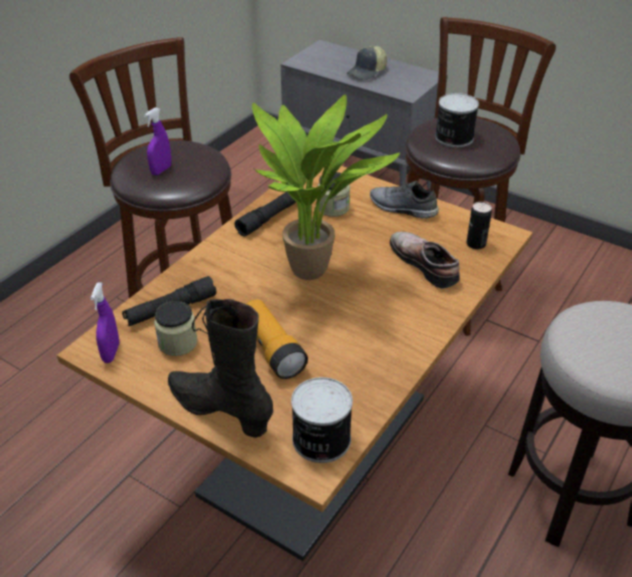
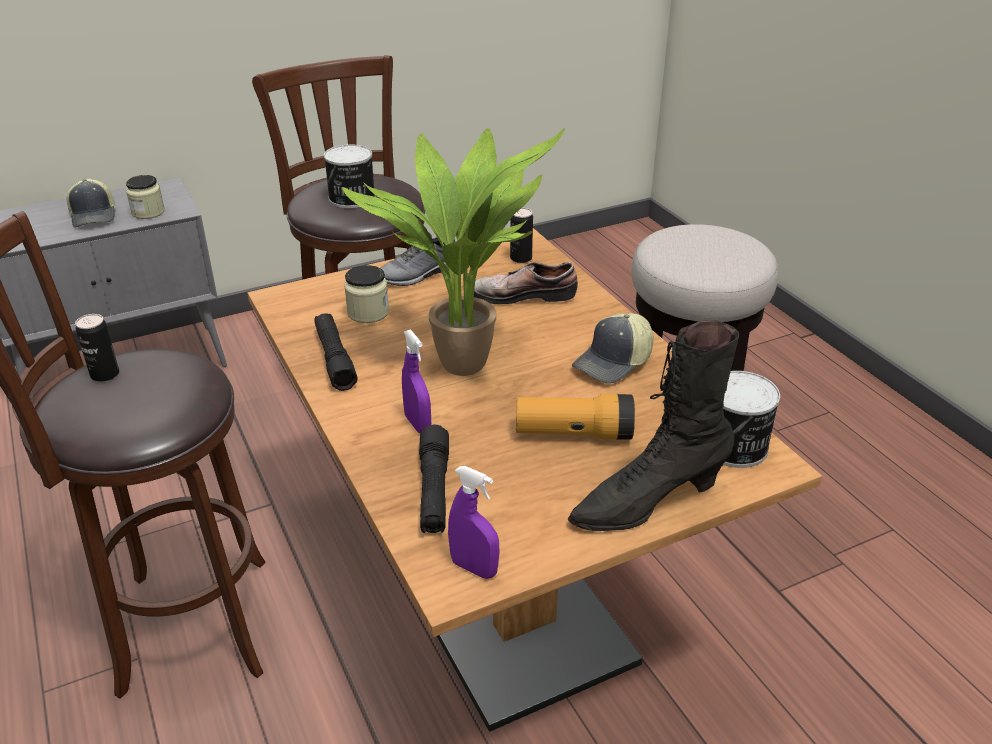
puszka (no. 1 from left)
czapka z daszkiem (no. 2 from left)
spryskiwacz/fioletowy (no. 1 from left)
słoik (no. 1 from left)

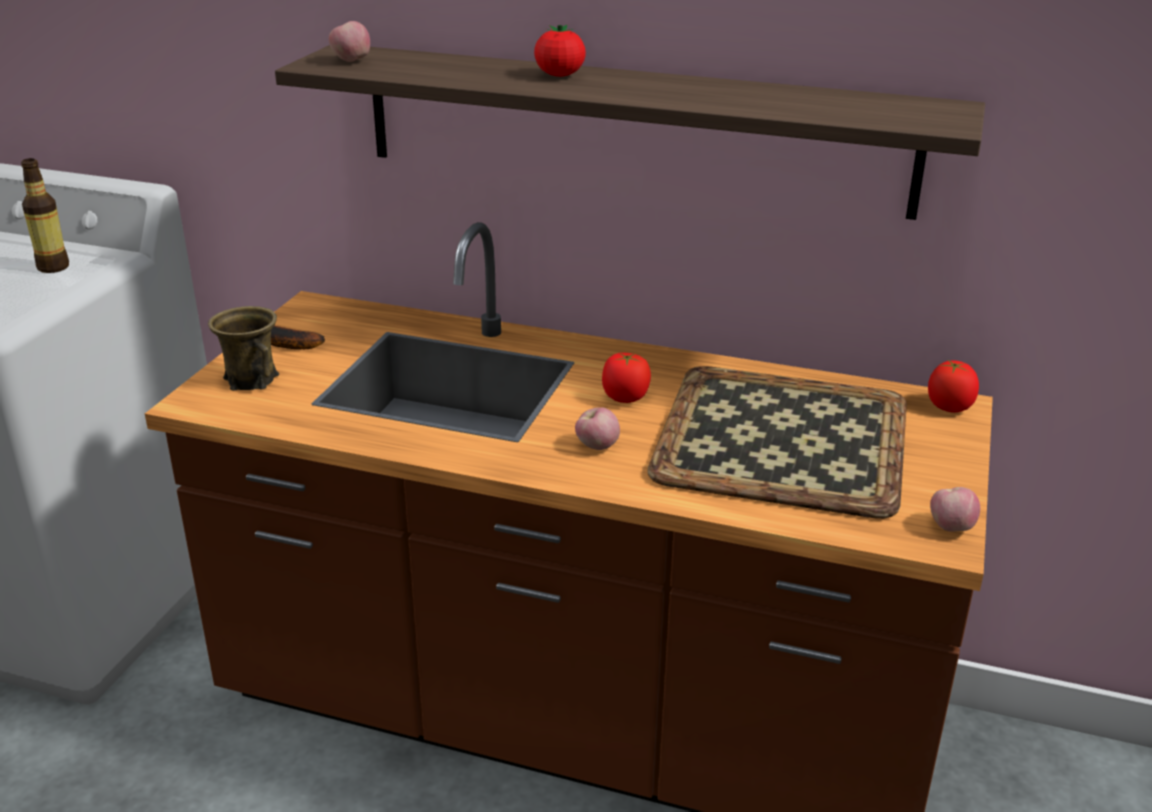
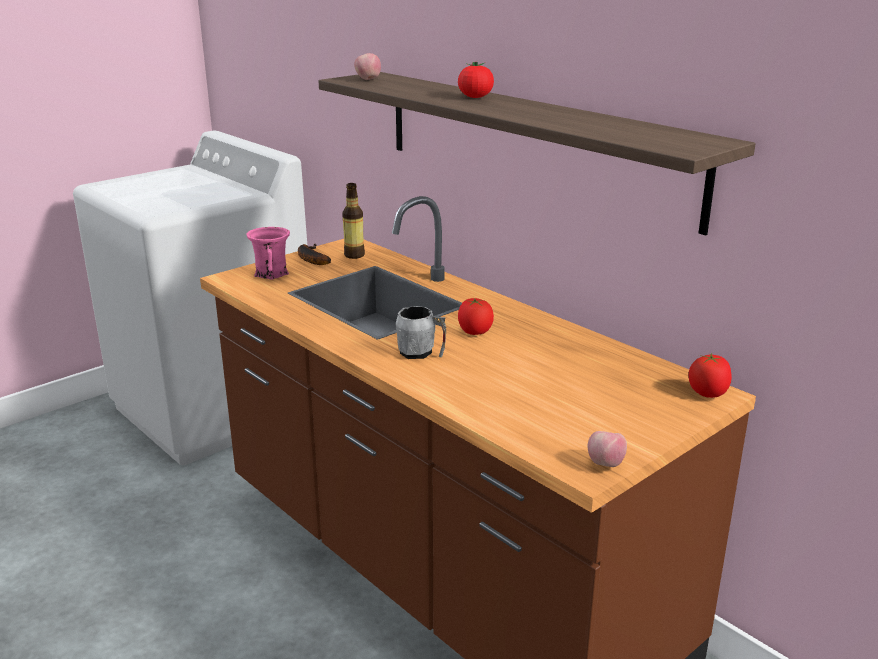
taca
butelka
kubek/szary
kubek/różowy

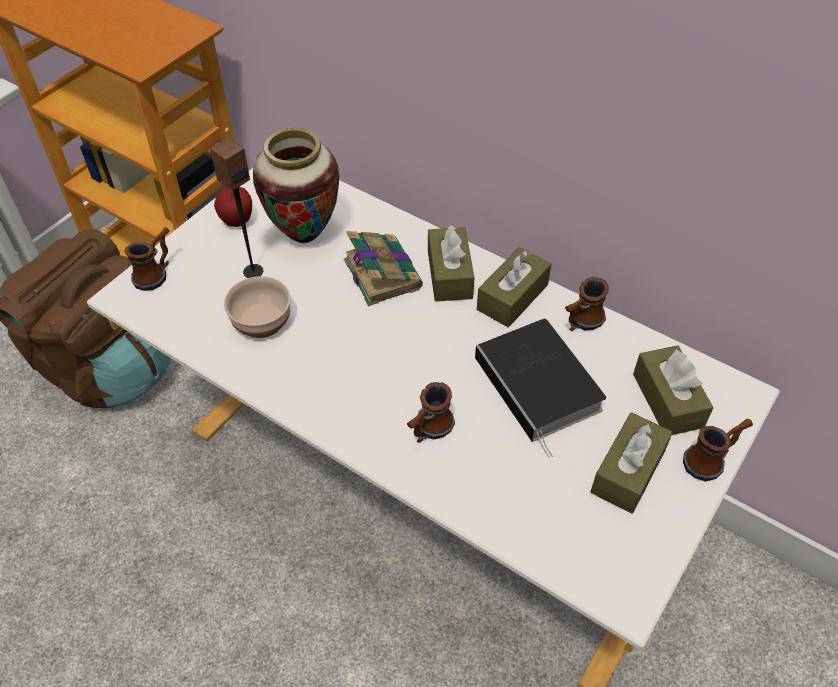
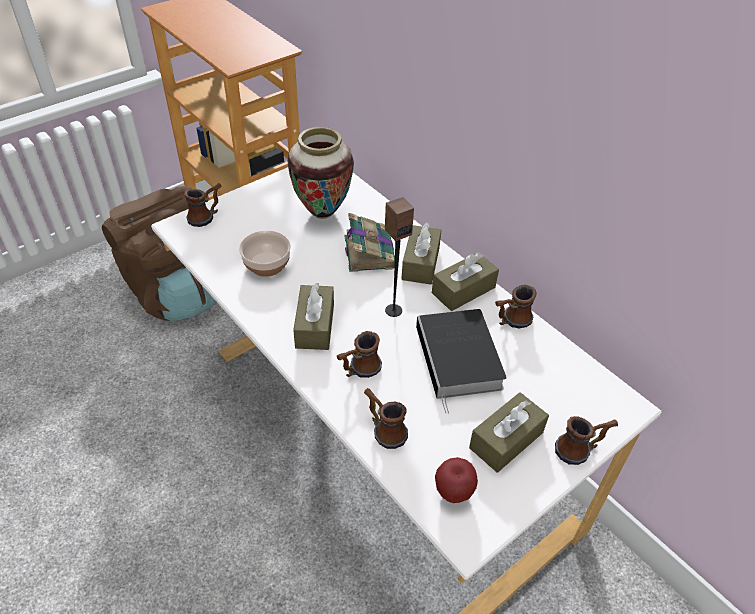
kubek (no. 3 from left)
głośnik
jabłko
pudełko chusteczek/brązowy (no. 1 from left)

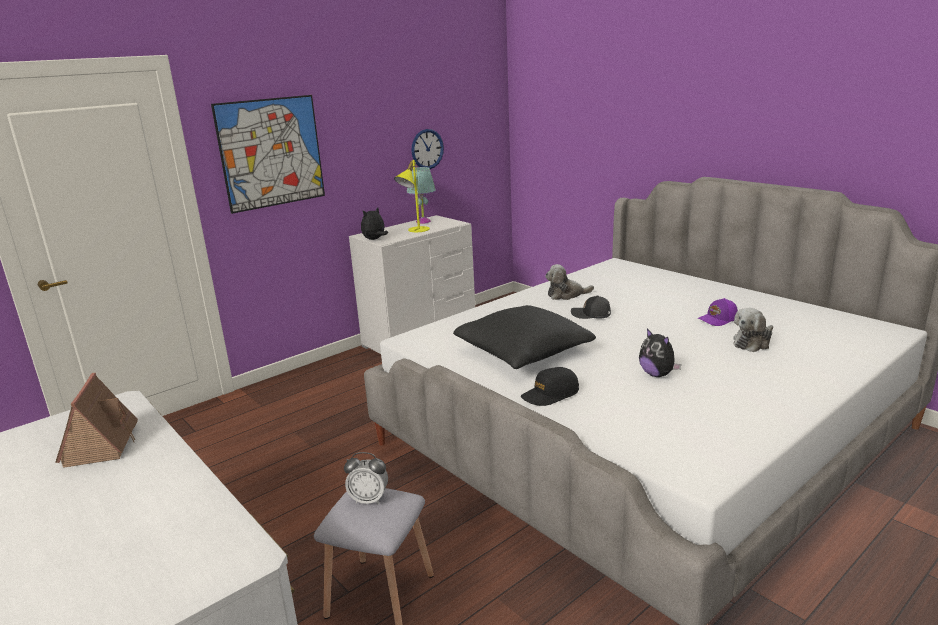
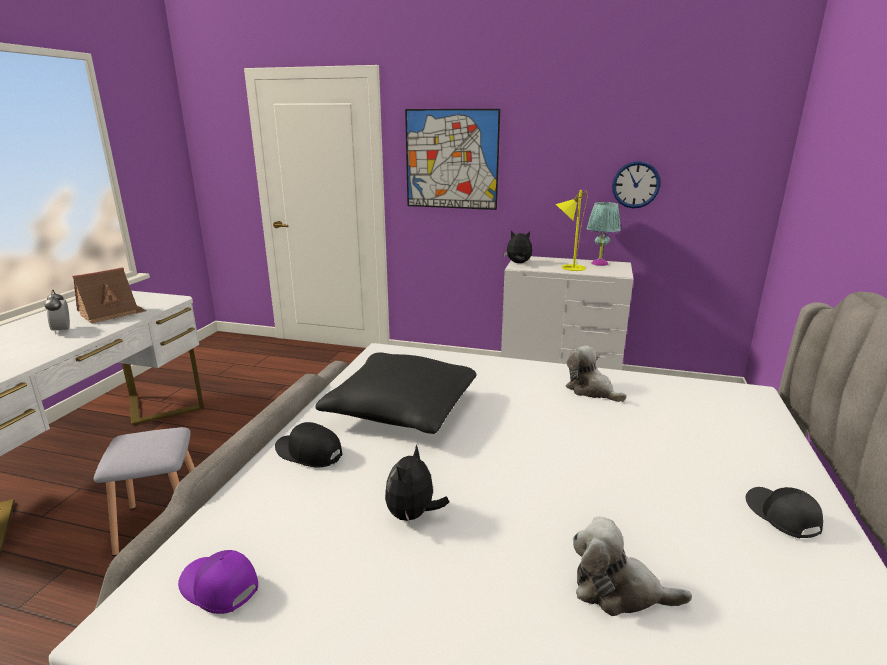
budzik
czapka z daszkiem/czarny (no. 2 from left)
czapka z daszkiem/fioletowy

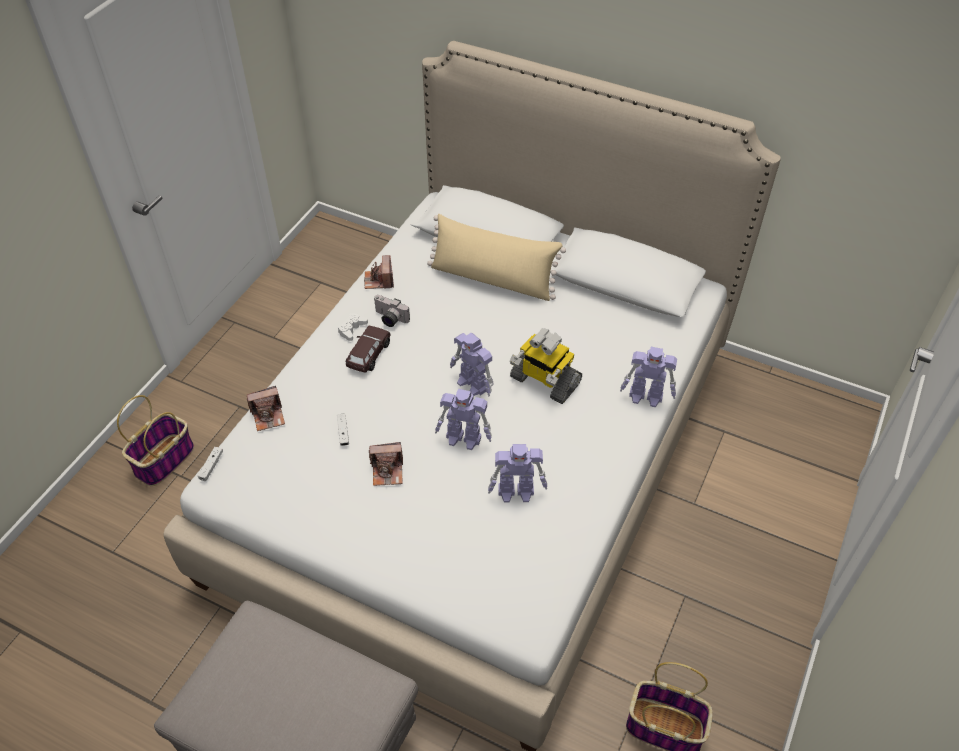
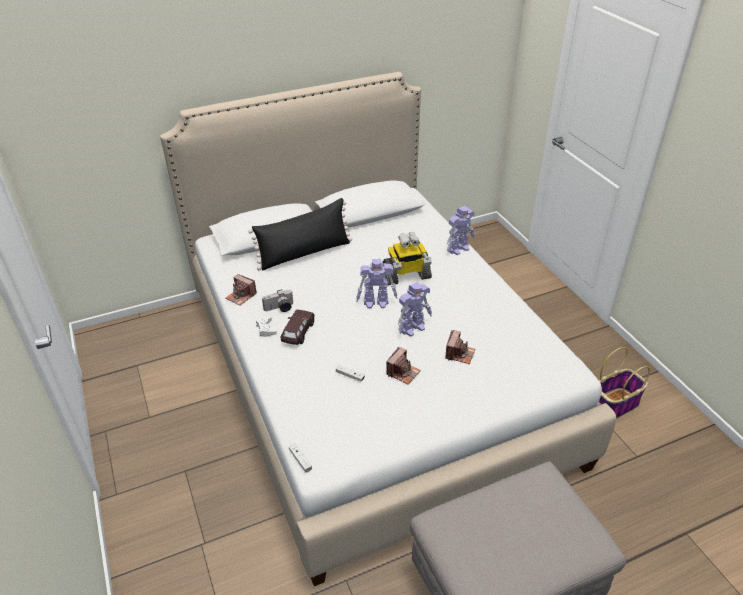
koszyk (no. 1 from left in the first image)
robot zabawkowy (no. 3 from left in the first image)
aparat fotograficzny (no. 4 from left)
poduszka/czarny
samochodzik/brązowy

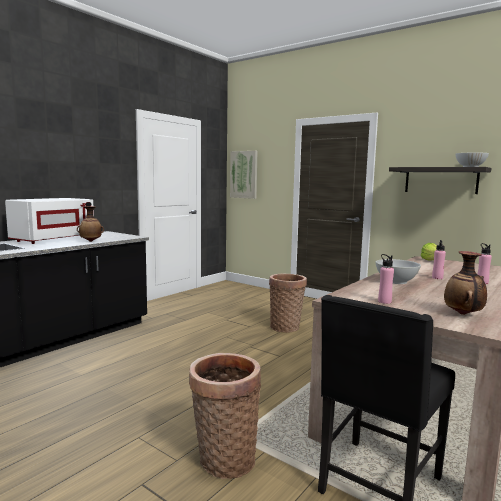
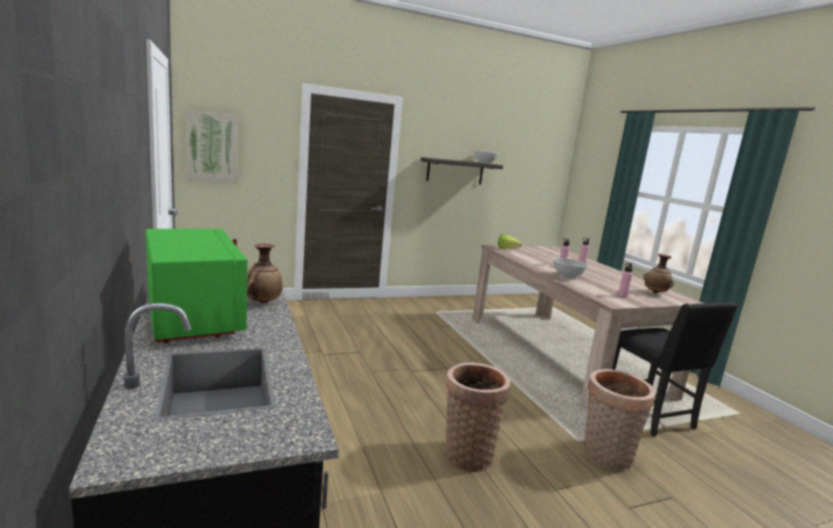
koszyk (no. 1 from left)
mikrofalówka/zielony

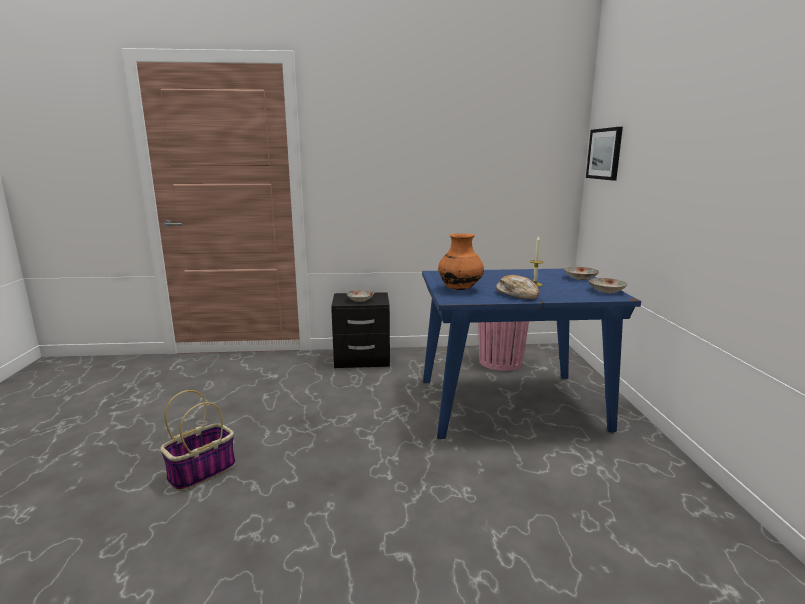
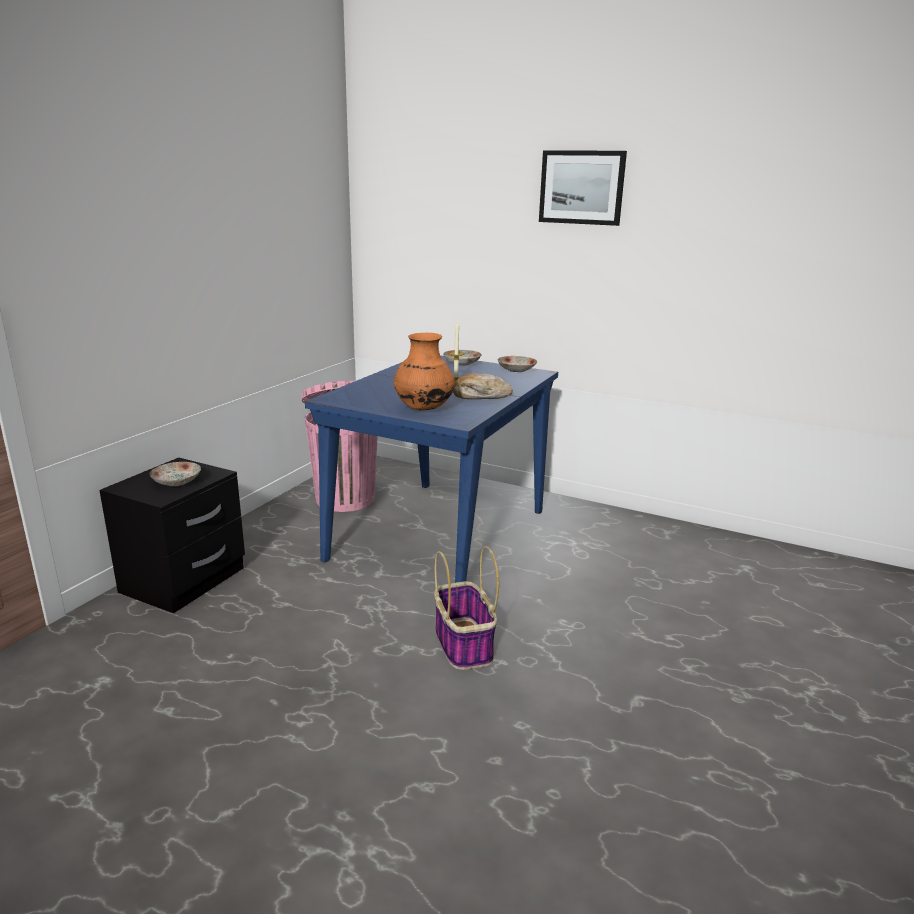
koszyk
obraz

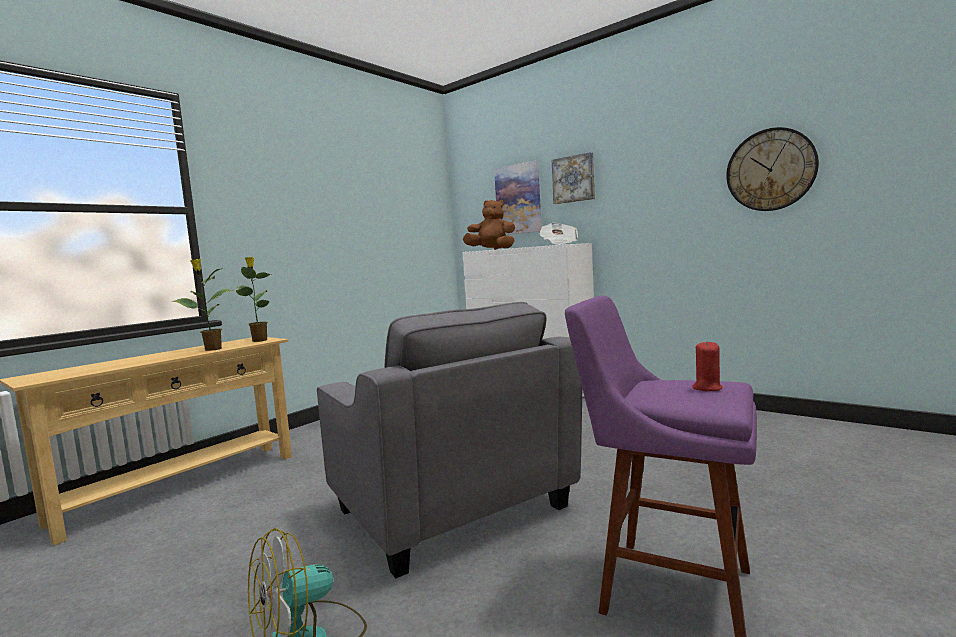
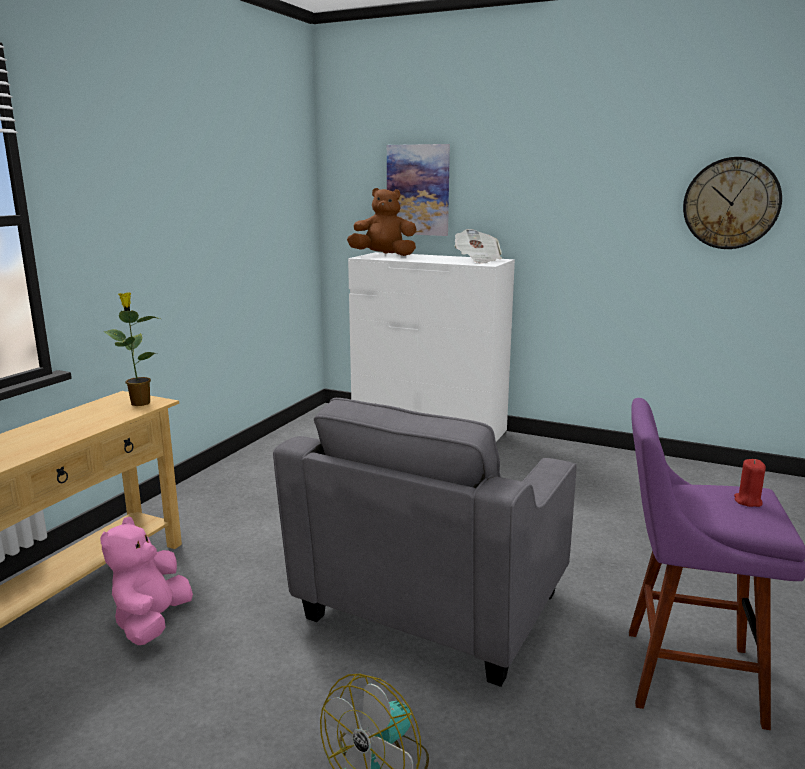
roślina doniczkowa (no. 1 from left in the first image)
obraz (no. 2 from left in the first image)
pluszak/różowy
fotel/szary

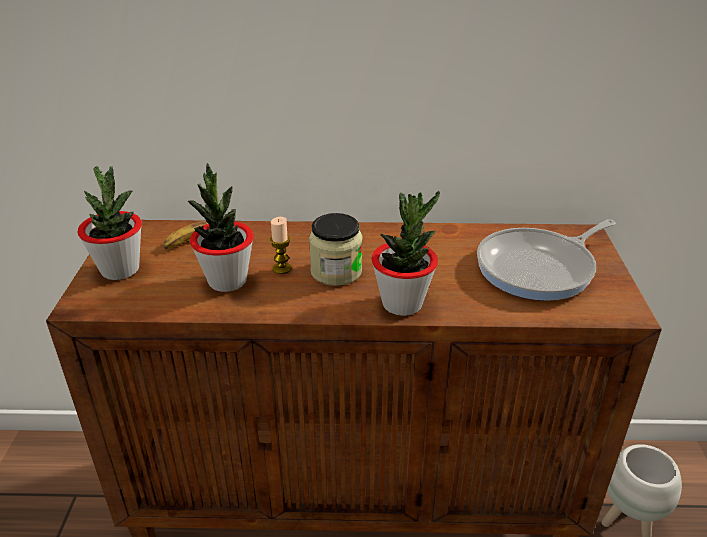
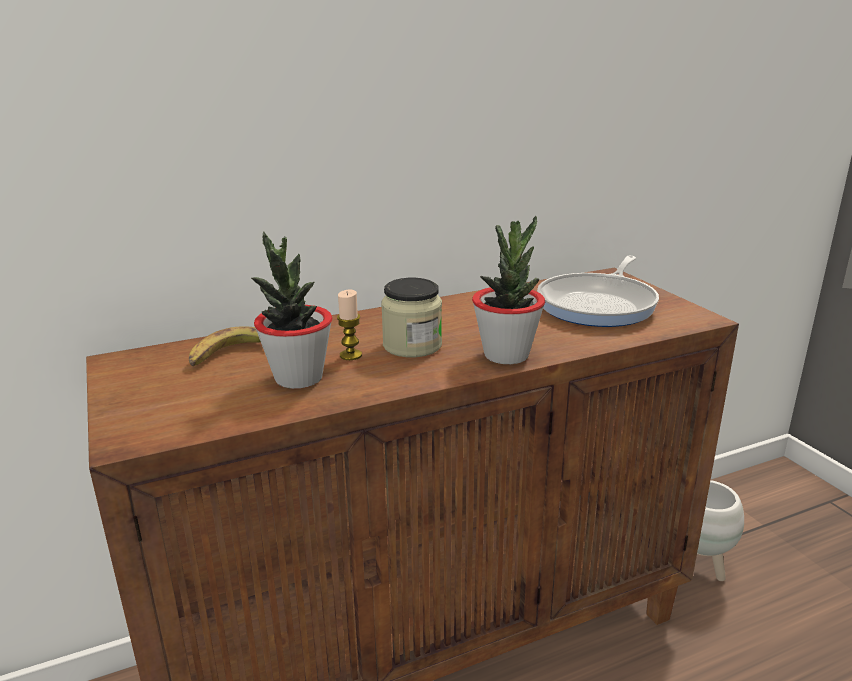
roślina doniczkowa (no. 1 from left in the first image)

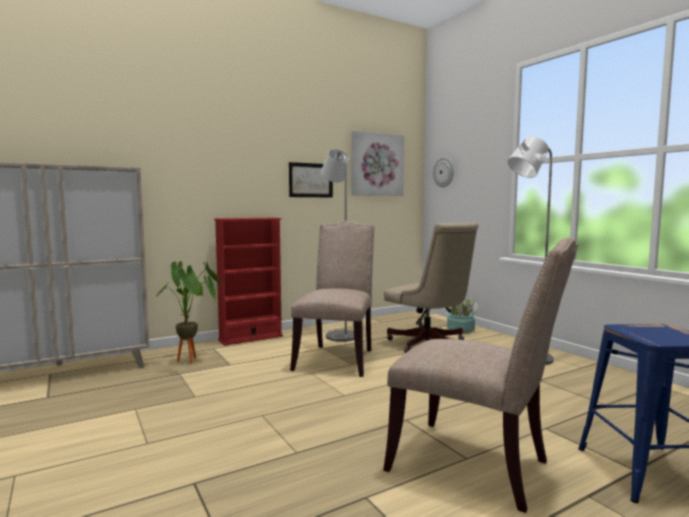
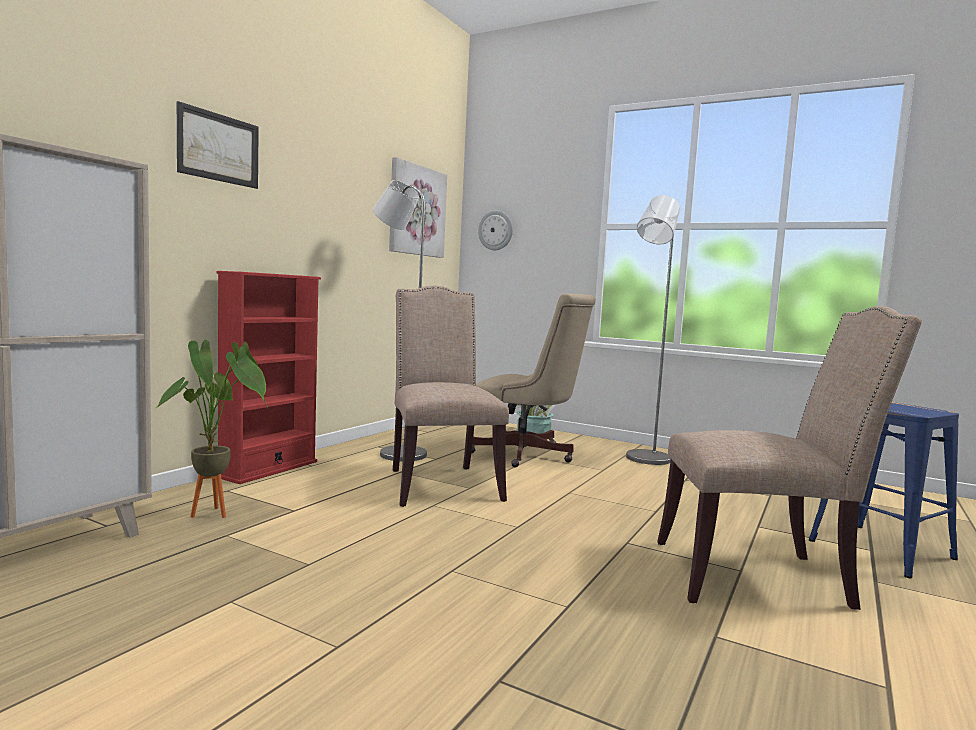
obraz (no. 1 from left)

